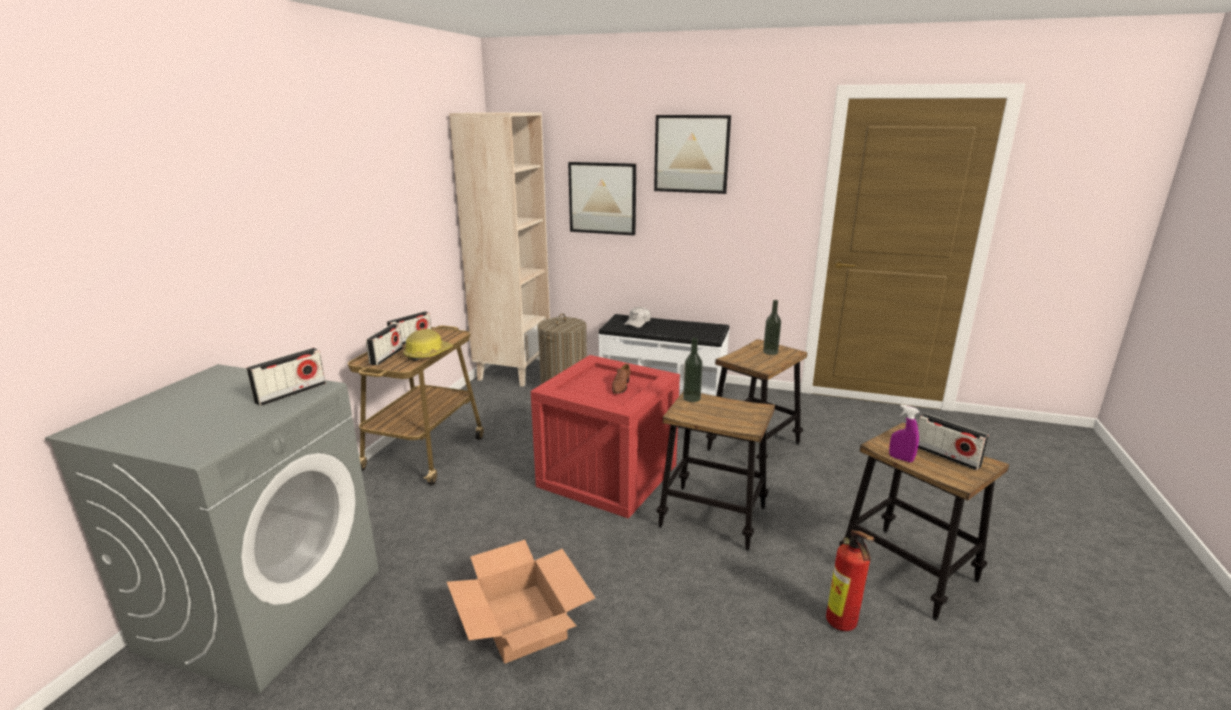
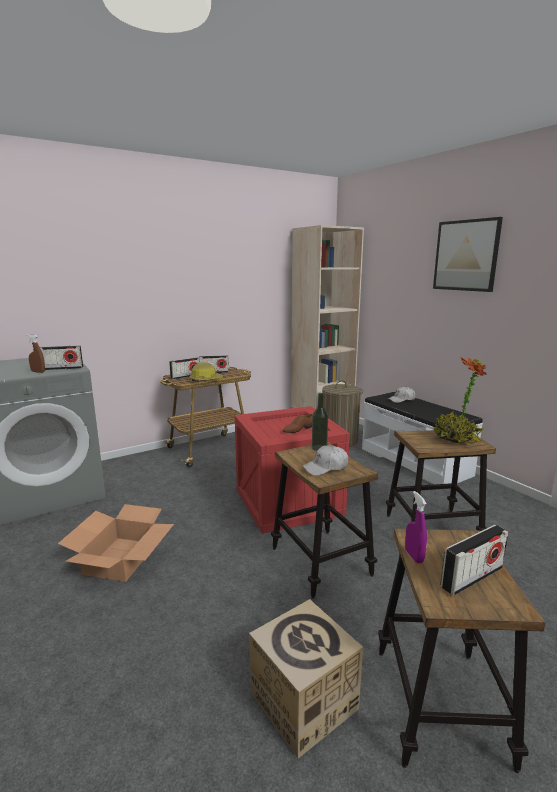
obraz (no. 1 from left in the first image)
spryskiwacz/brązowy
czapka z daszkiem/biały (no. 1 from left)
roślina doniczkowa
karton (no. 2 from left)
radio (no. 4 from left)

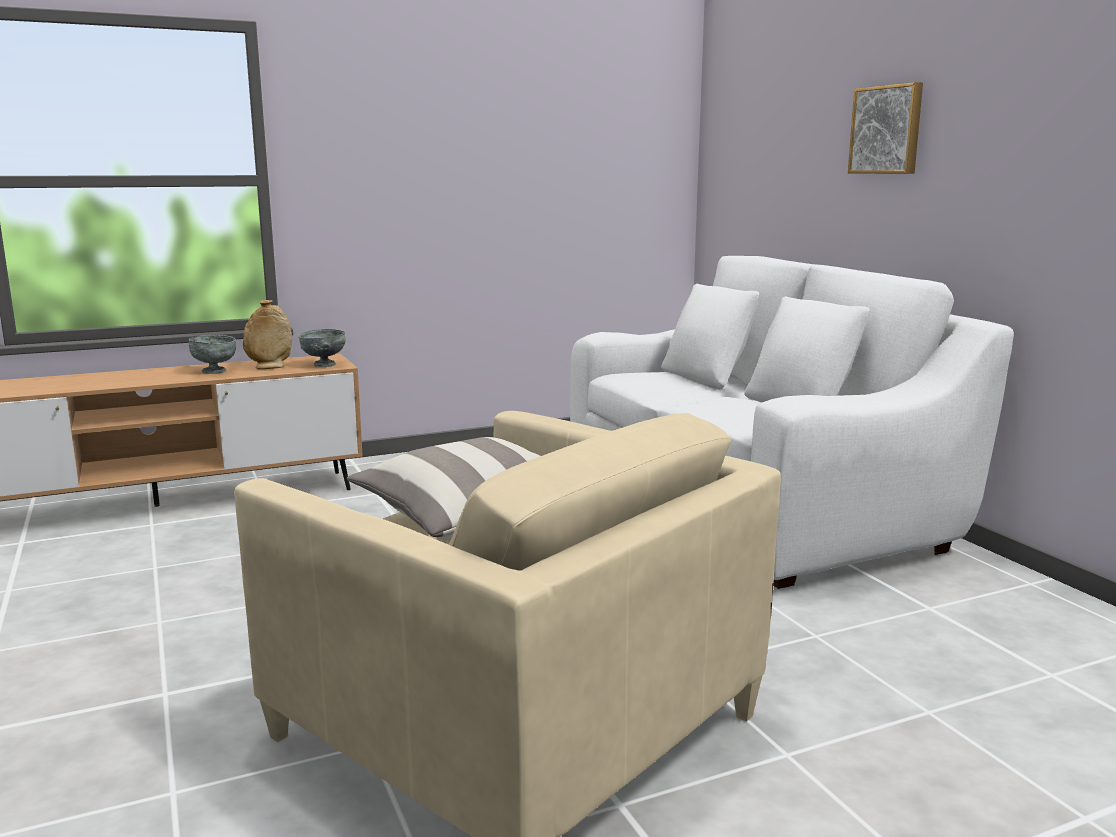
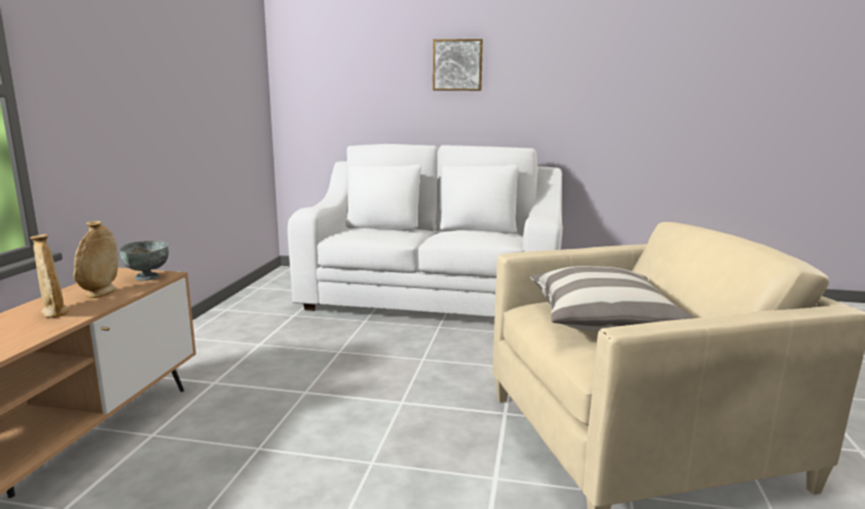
wazon/beżowy (no. 1 from left)

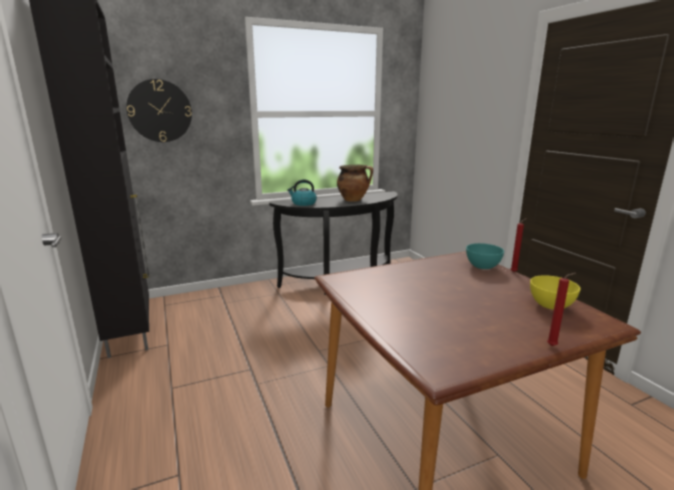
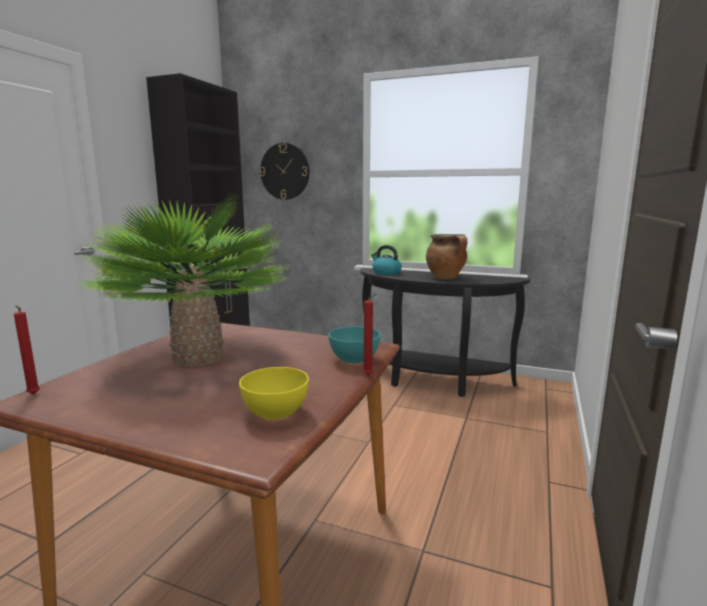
roślina doniczkowa
świeca/czerwony (no. 1 from left)

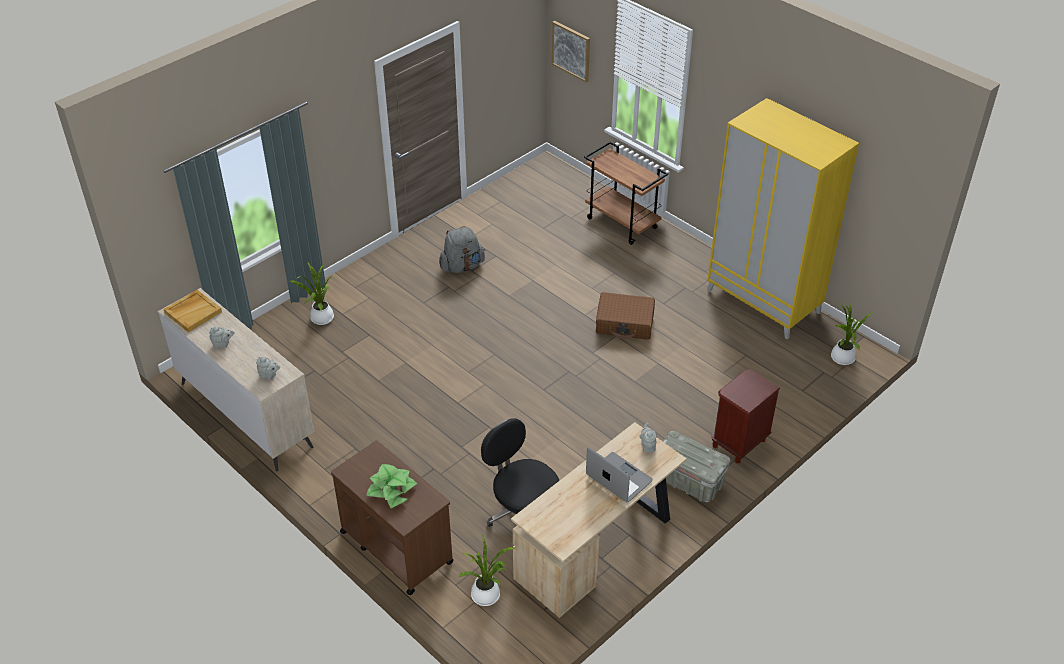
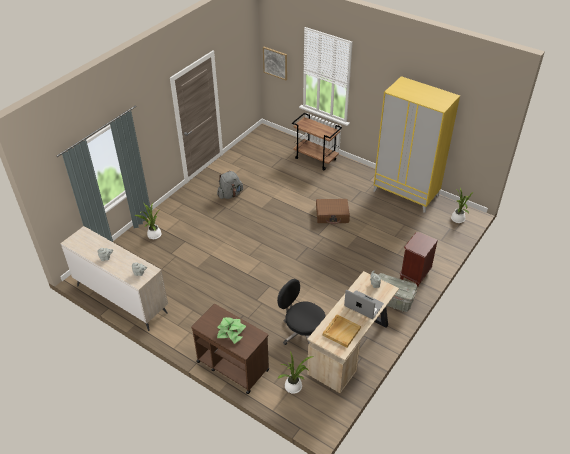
taca/beżowy

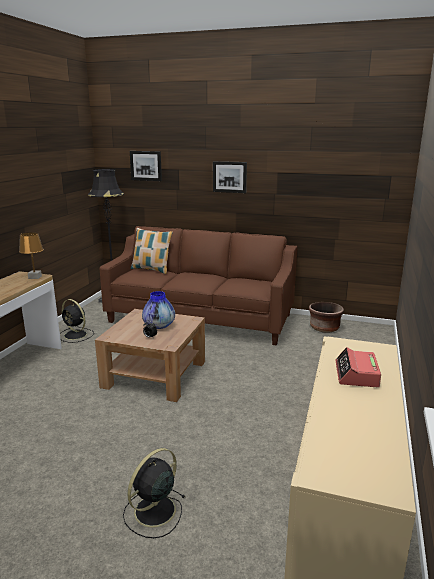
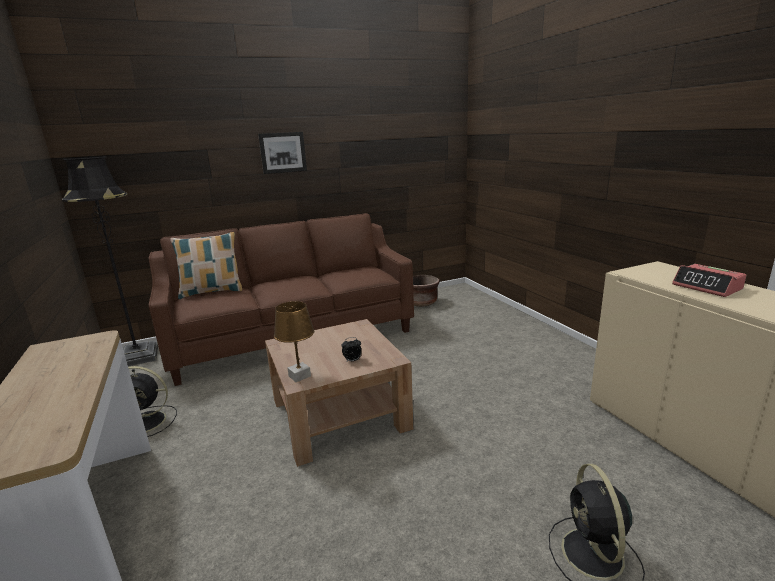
obraz (no. 1 from left in the first image)
wazon
lampa stołowa/brązowy

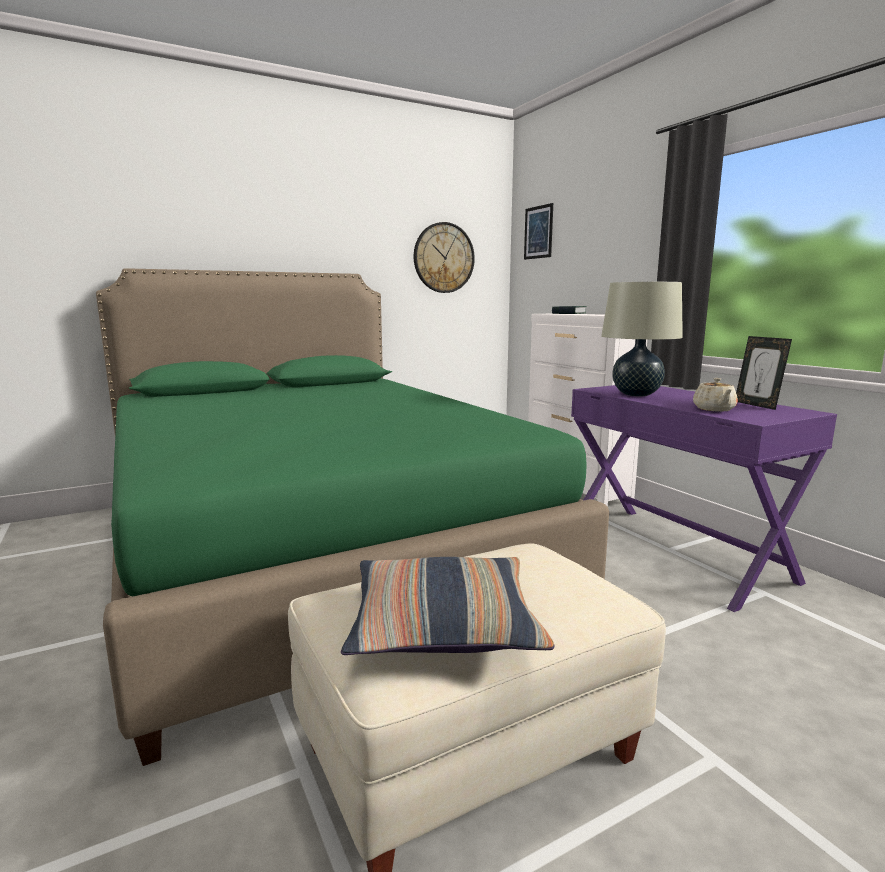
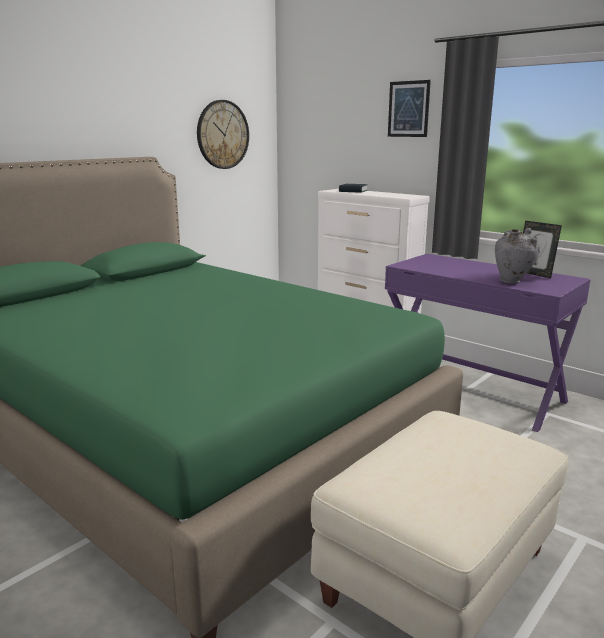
poduszka
lampa stołowa/beżowy
obraz
wazon/szary

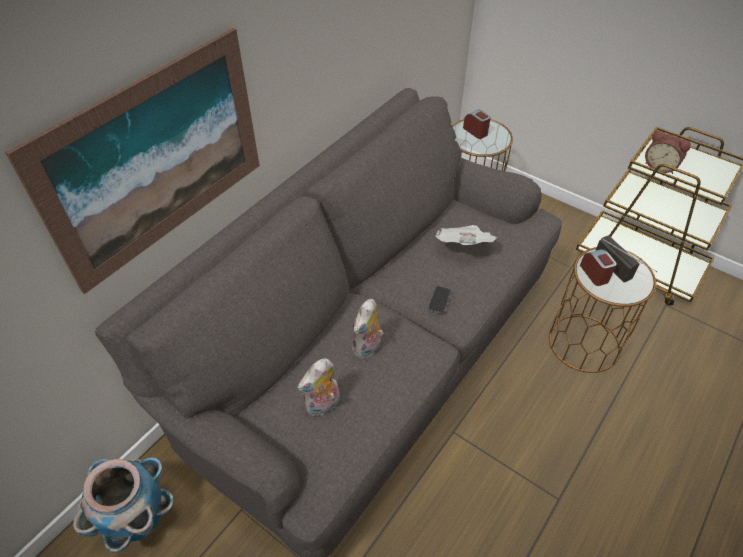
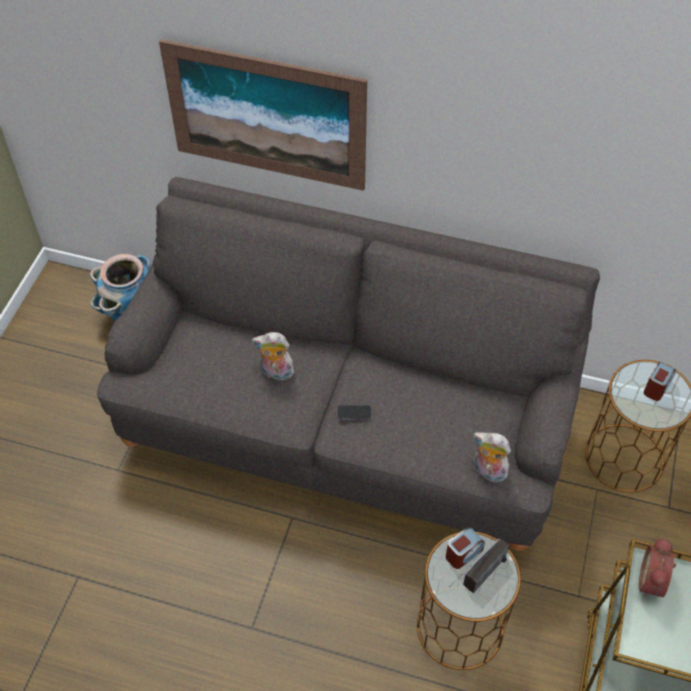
gazeta
pluszak (no. 2 from left)

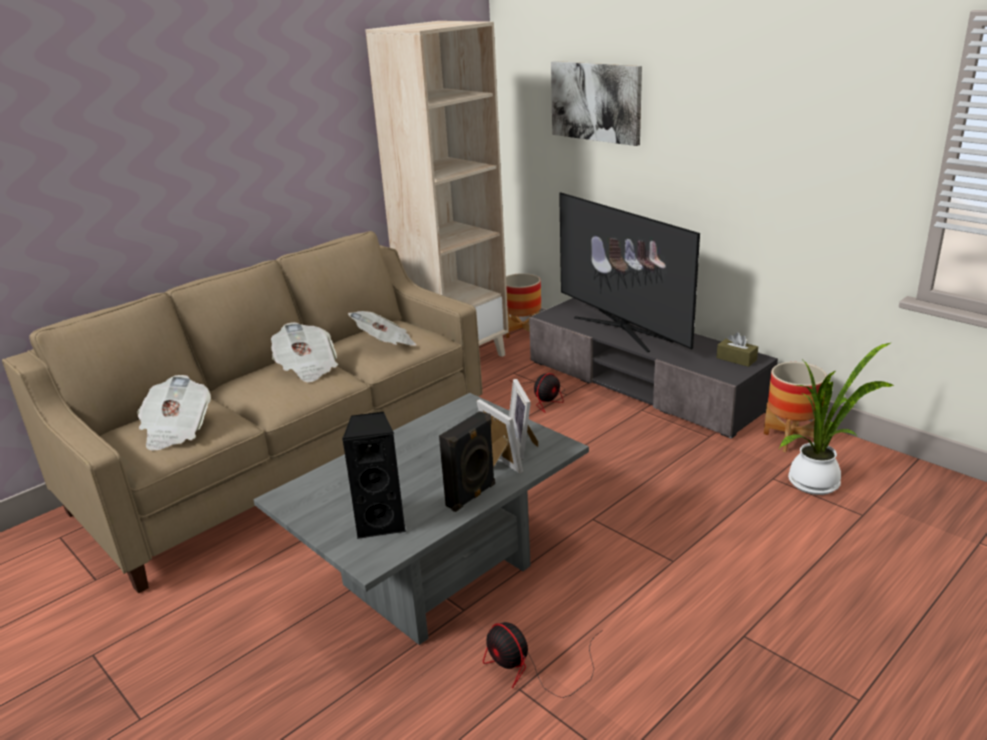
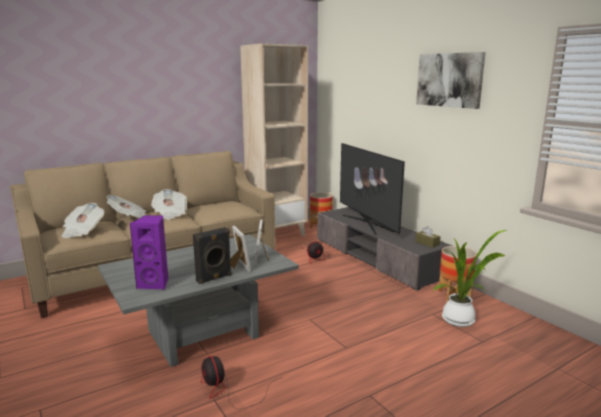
gazeta (no. 2 from left)
obraz
głośnik/fioletowy

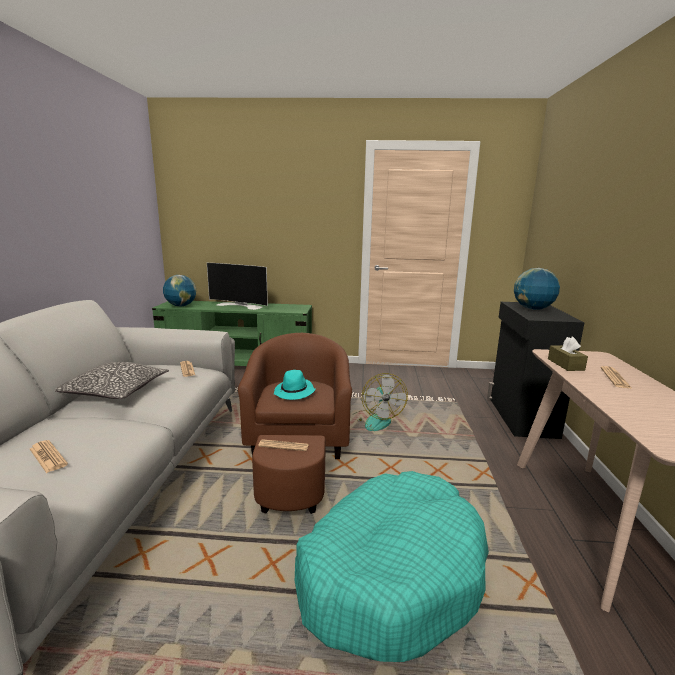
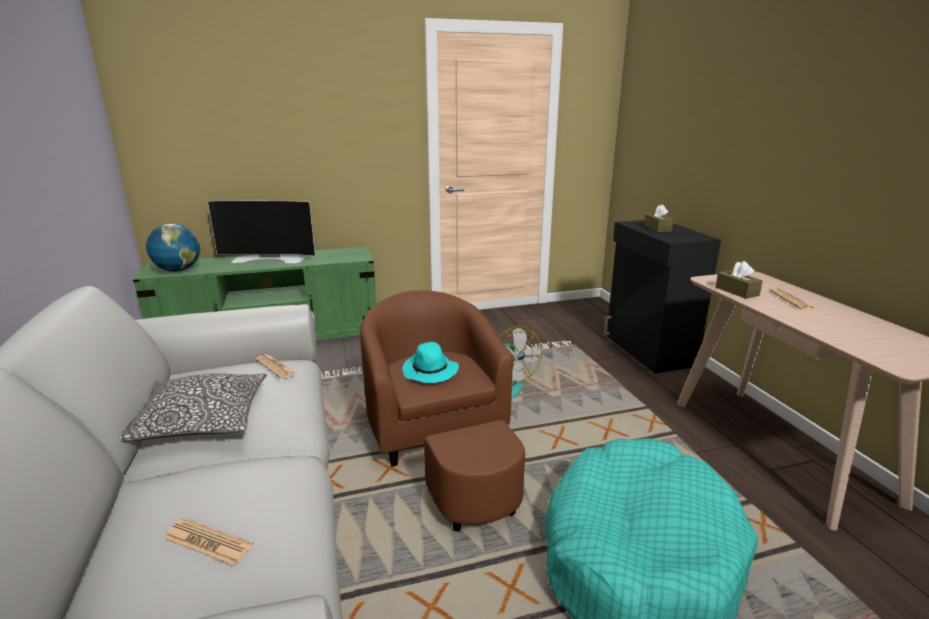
gazeta (no. 3 from left in the first image)
pudełko chusteczek/brązowy (no. 1 from left)

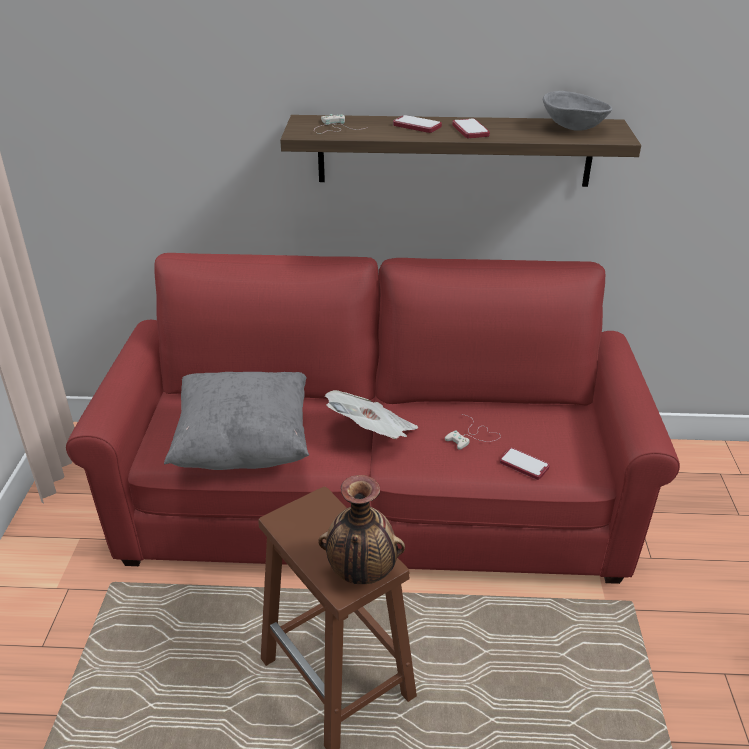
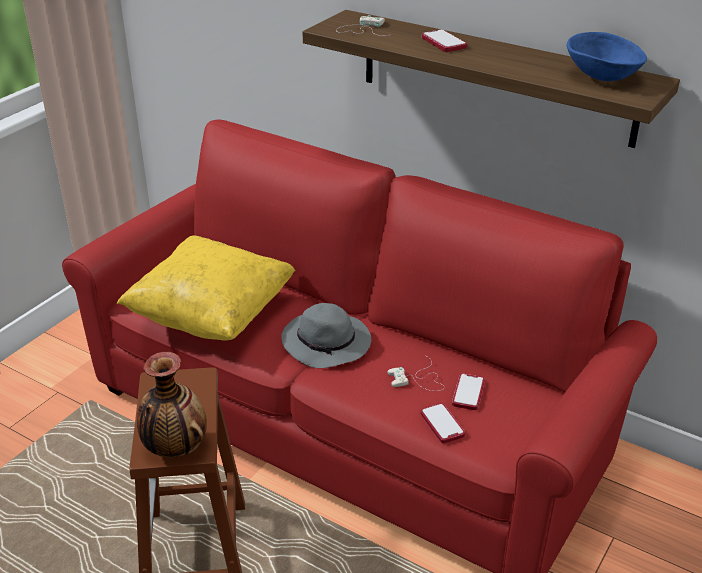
telefon (no. 3 from left)
kapelusz/szary
poduszka/żółty
miska/niebieski

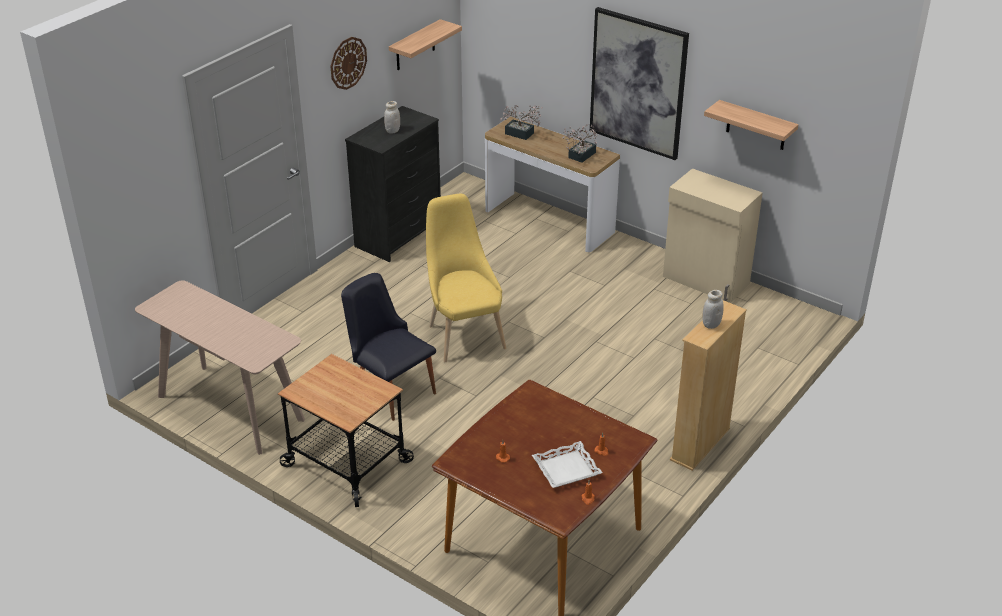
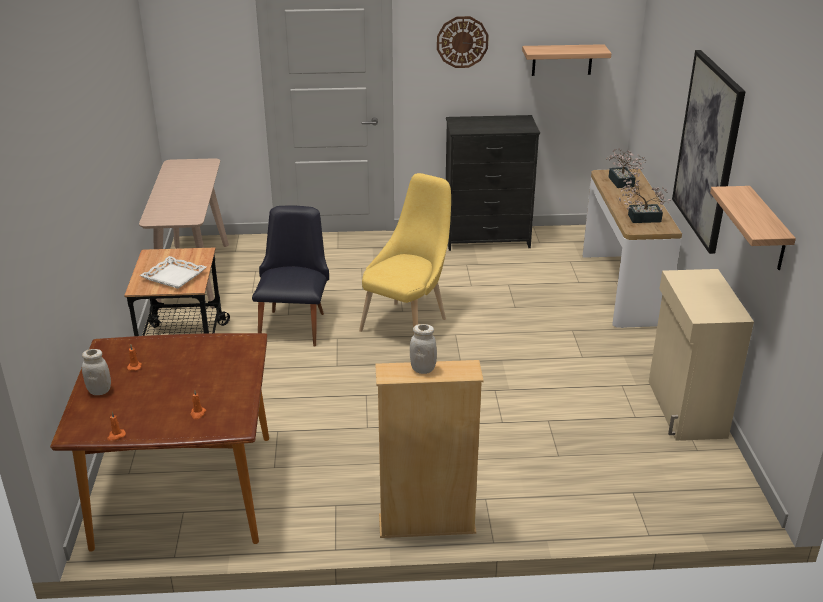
słoik/biały (no. 1 from left)
taca/biały

